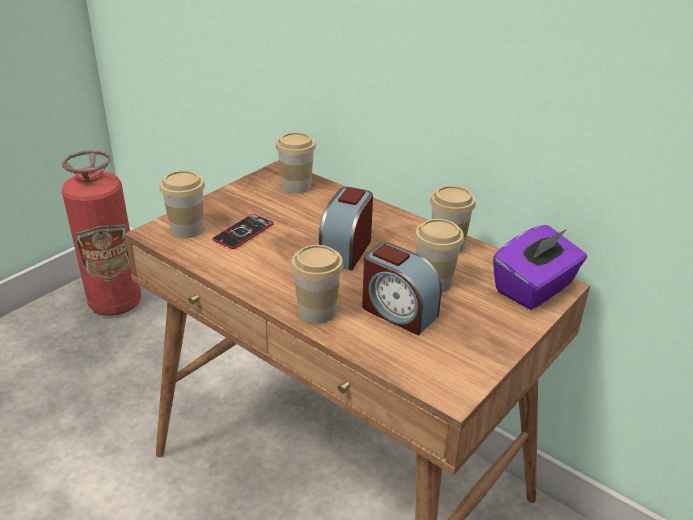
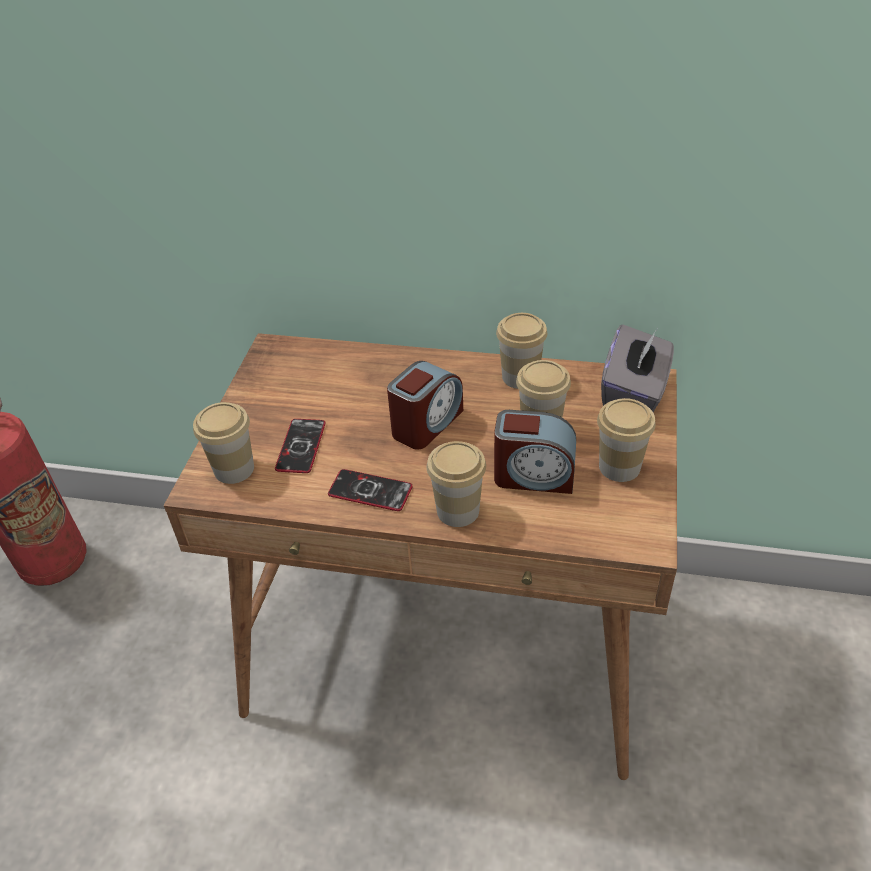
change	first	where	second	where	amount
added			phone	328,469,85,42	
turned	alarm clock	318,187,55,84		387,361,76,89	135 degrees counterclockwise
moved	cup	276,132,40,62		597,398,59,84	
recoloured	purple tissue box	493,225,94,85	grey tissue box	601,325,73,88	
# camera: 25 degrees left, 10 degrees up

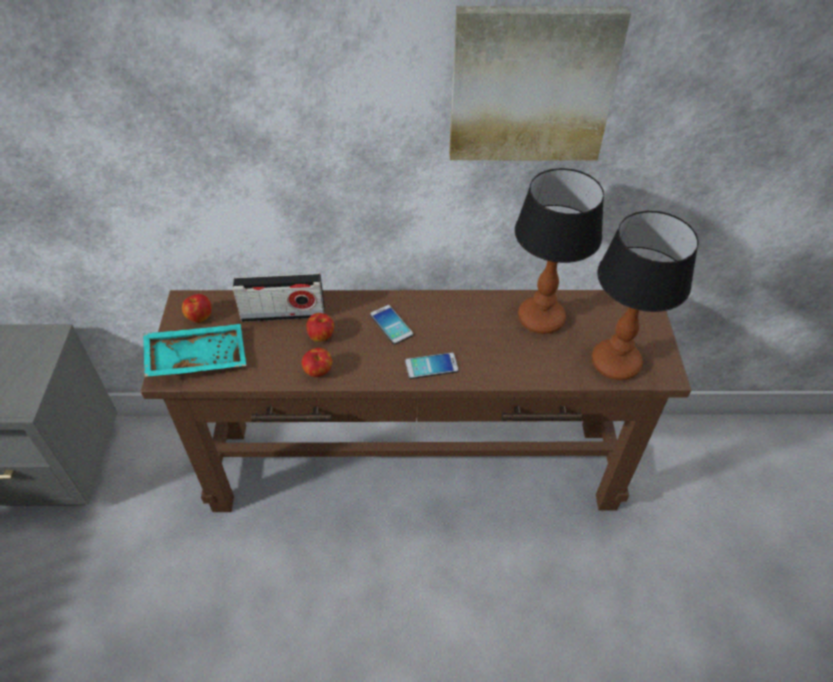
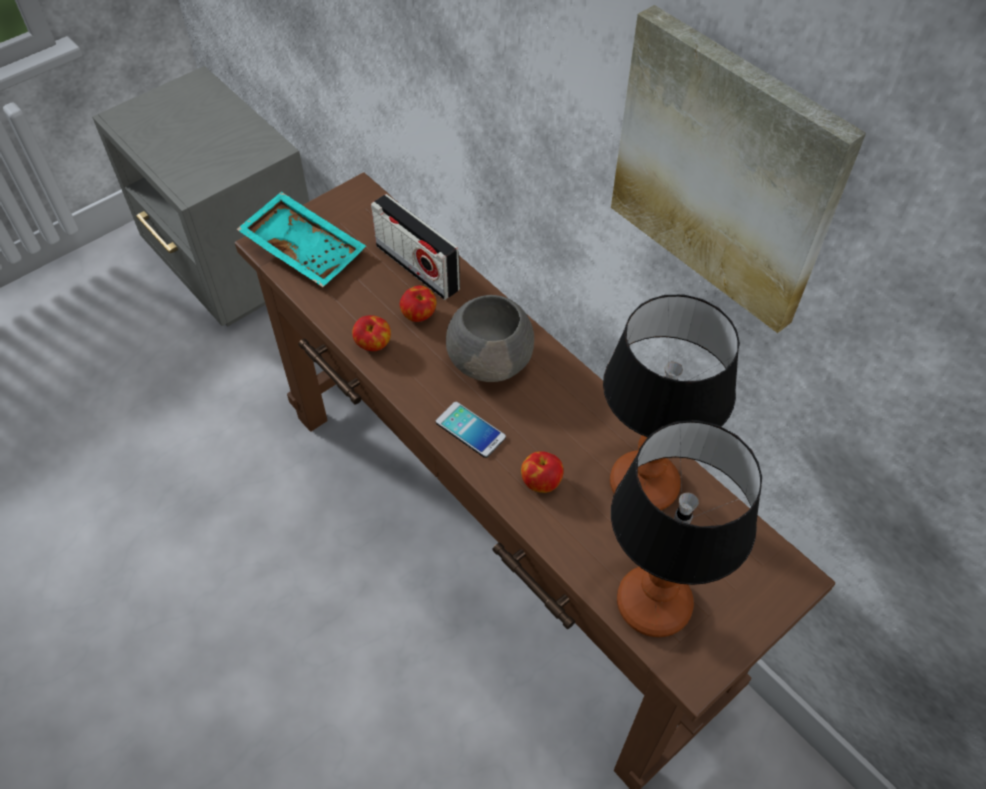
change	first	where	second	where	amount
replaced	phone	370,305,43,39	grey bowl	446,295,88,87	
moved	apple	182,294,30,29		521,451,43,42	
# camera: 50 degrees right, 5 degrees up

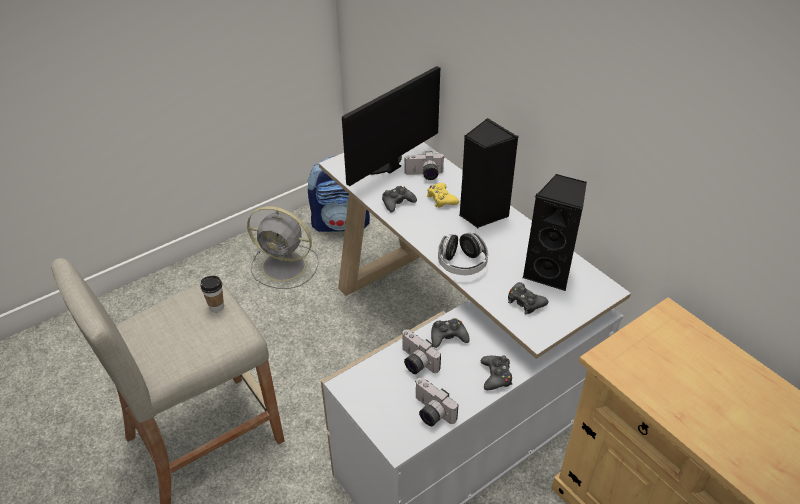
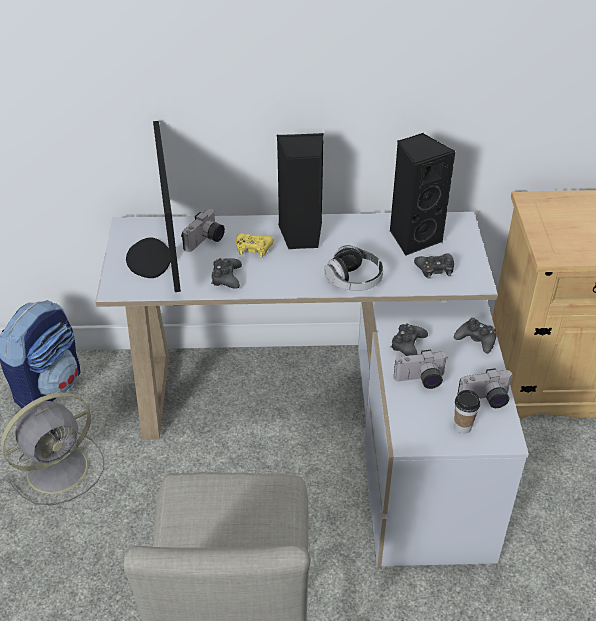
change	first	where	second	where	amount
moved	cup	200,275,24,38		454,390,26,44	
# camera: 55 degrees left, 0 degrees up

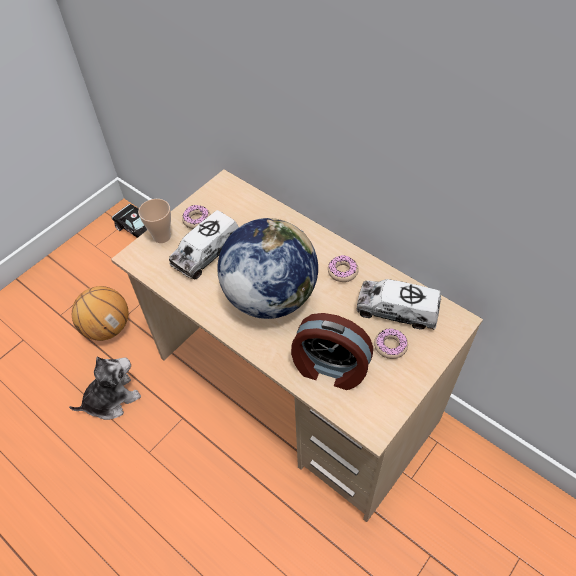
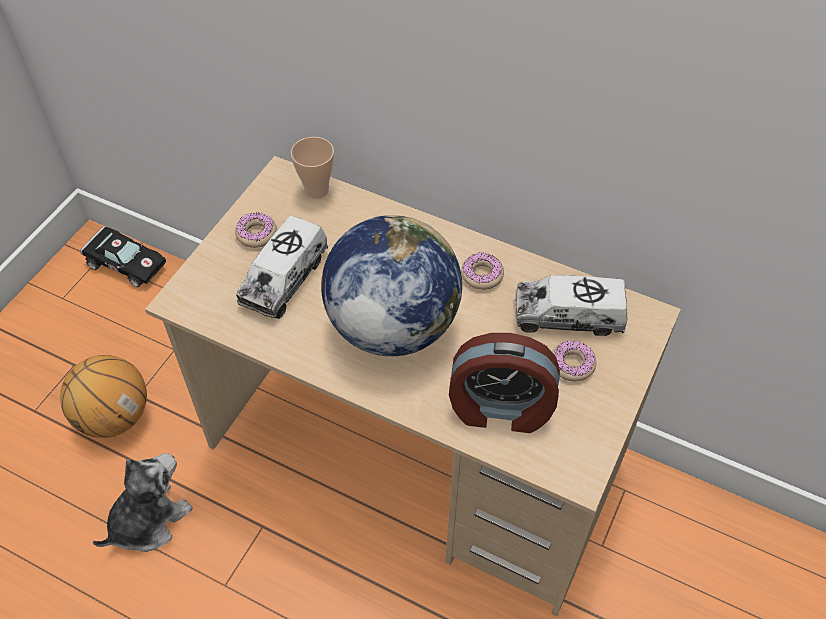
change	first	where	second	where	amount
moved	cup	138,199,33,44		291,137,43,62	
# camera: 15 degrees left, 0 degrees up

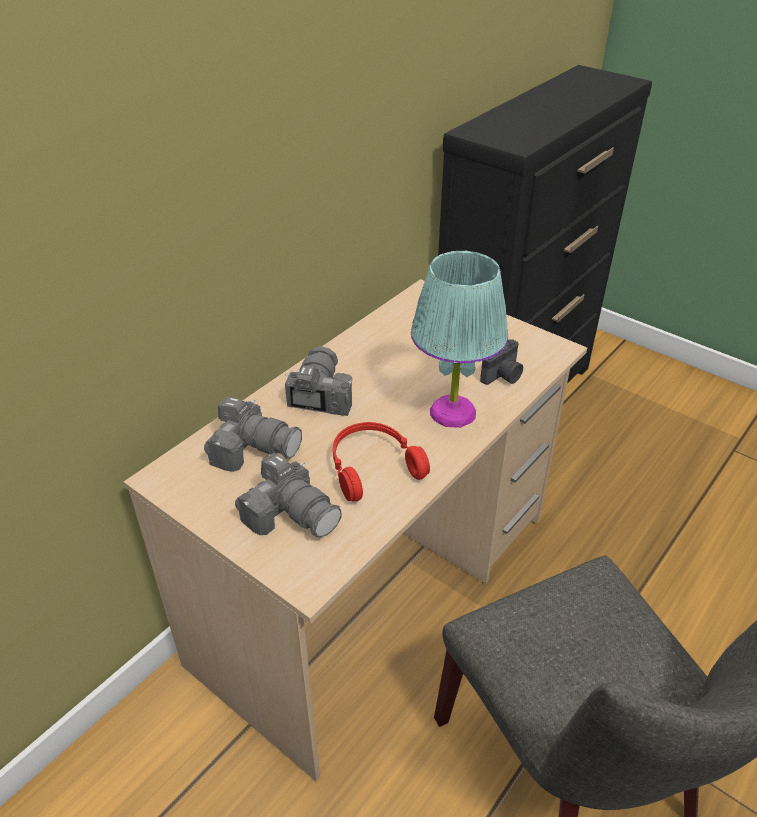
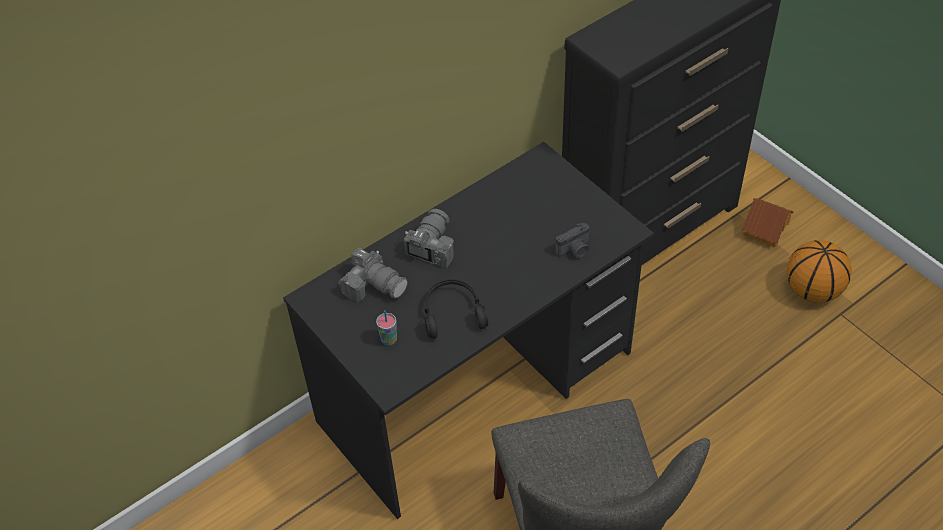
change	first	where	second	where	amount
recoloured	beige desk	123,279,464,502	black desk	283,142,371,377	
replaced	photo camera	235,453,107,85	cup	376,310,21,36	
recoloured	red headphones	333,422,97,79	black headphones	424,279,64,60	
added			toy house	742,198,52,49	
added			basketball	787,240,65,62	
removed	turquoise table lamp	411,251,97,177			
# camera: 15 degrees right, 10 degrees up

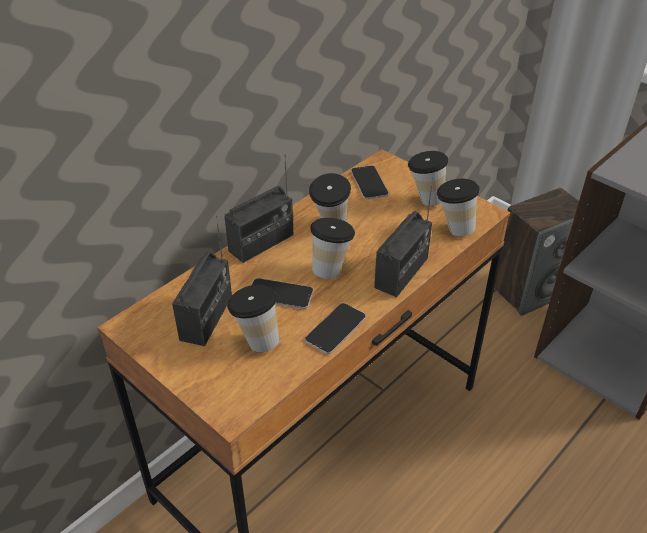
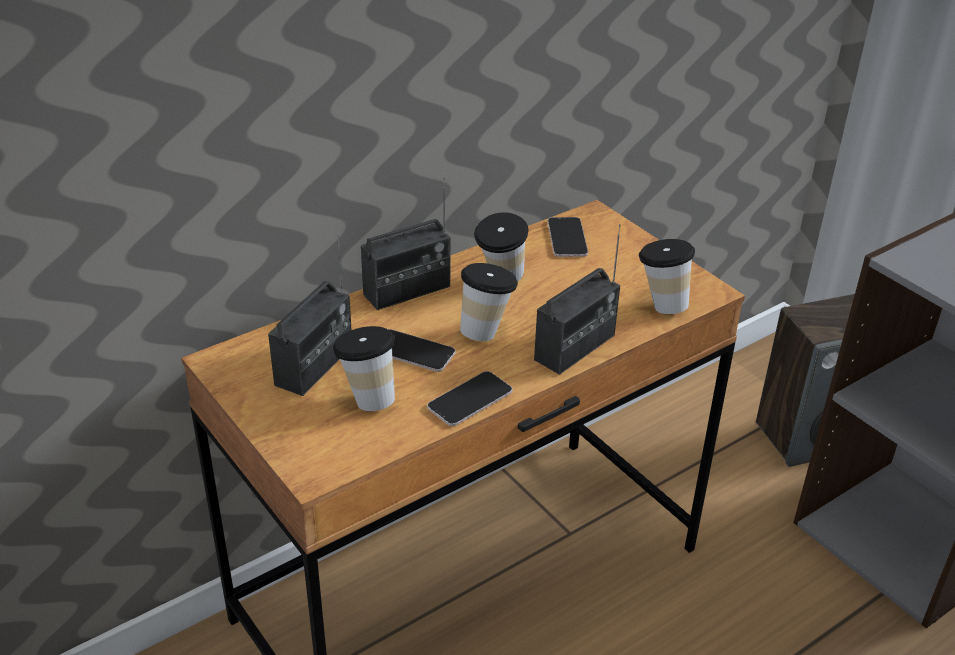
change	first	where	second	where	amount
removed	cup	408,151,40,55			
# camera: 10 degrees right, 5 degrees down

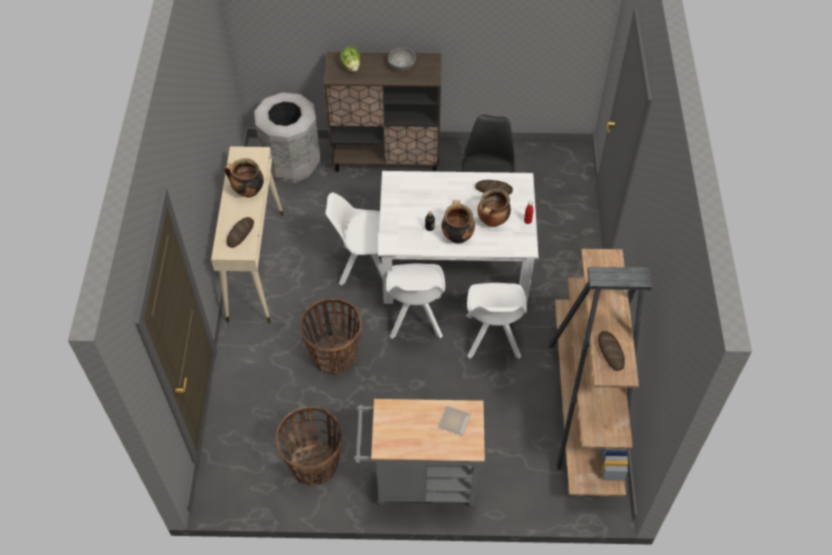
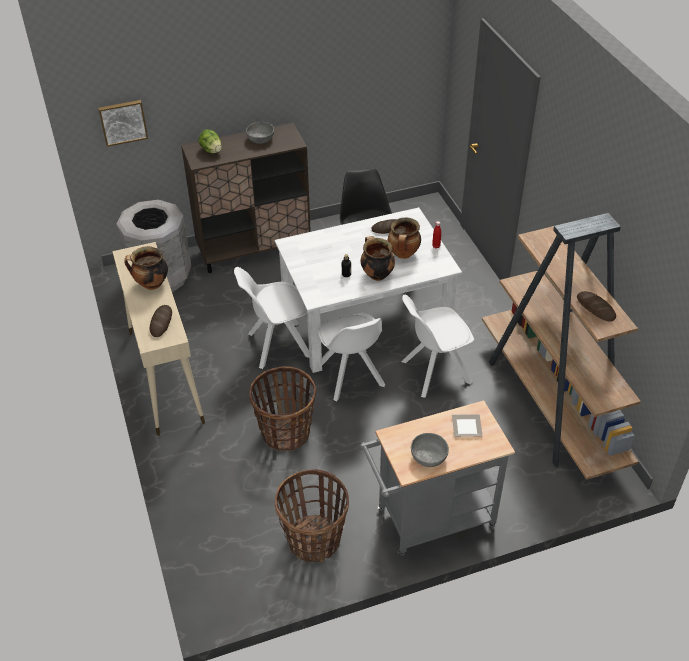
change	first	where	second	where	amount
added			picture	98,100,50,47	
turned	white chair	466,283,61,76		401,295,73,103	90 degrees clockwise
added			grey bowl	411,433,38,34	
# camera: 20 degrees left, 10 degrees down

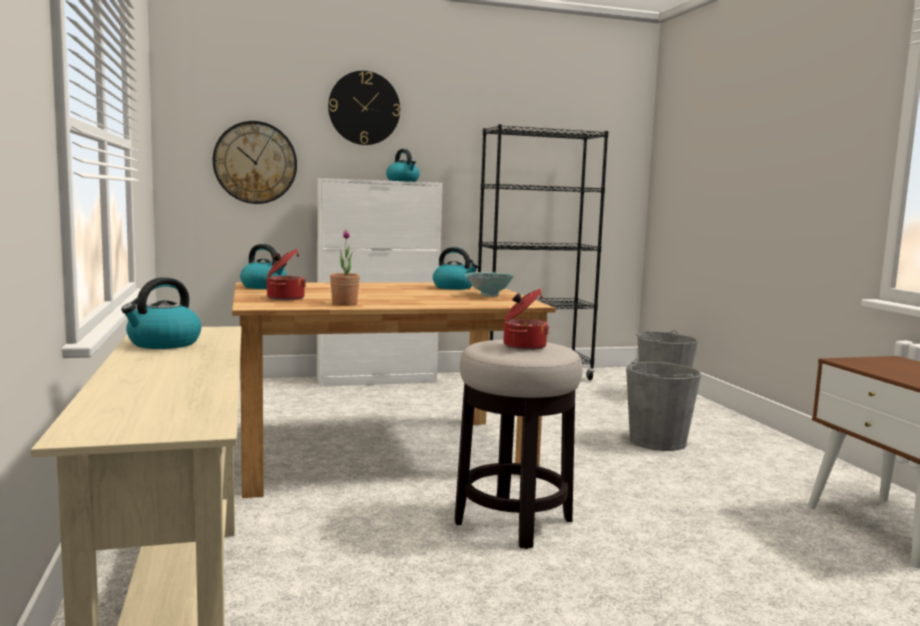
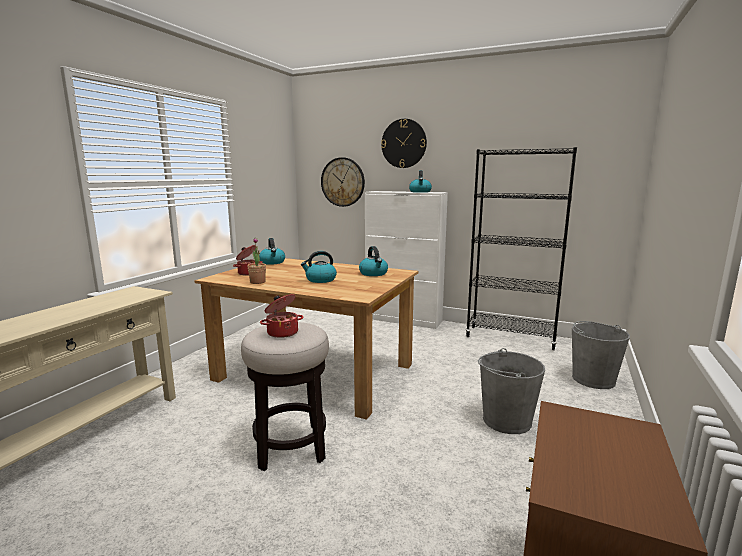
change	first	where	second	where	amount
moved	kettle	121,277,80,72		301,251,36,32	
removed	bowl	466,272,49,25			
# camera: 40 degrees right, 5 degrees up

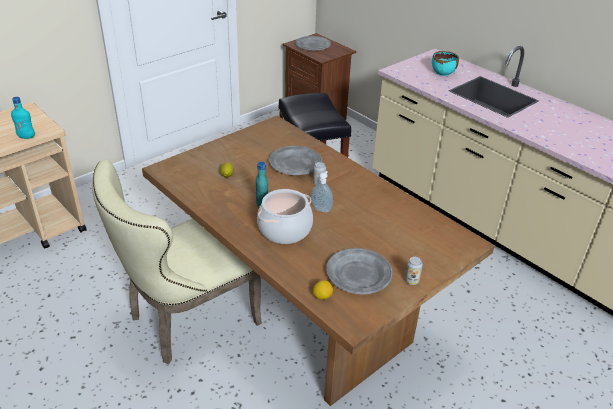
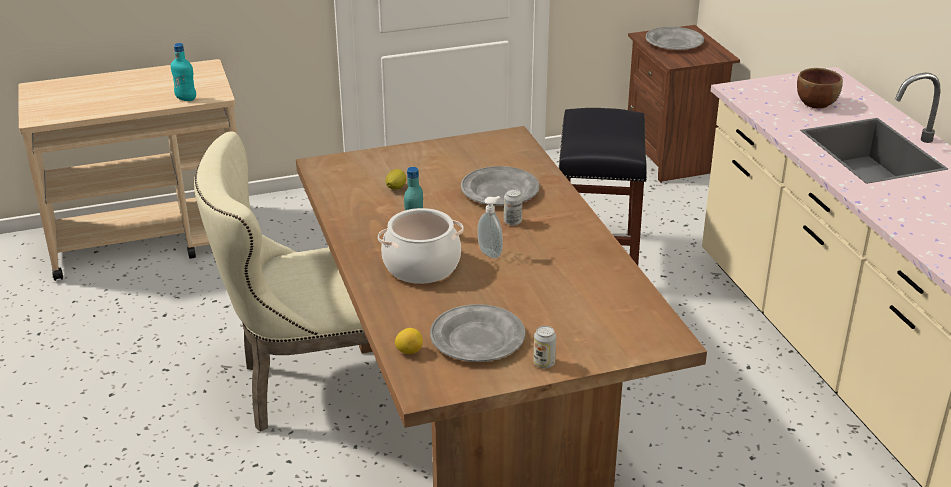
change	first	where	second	where	amount
recoloured	turquoise bowl	432,51,27,25	brown bowl	797,68,46,40	
# camera: 25 degrees right, 5 degrees down

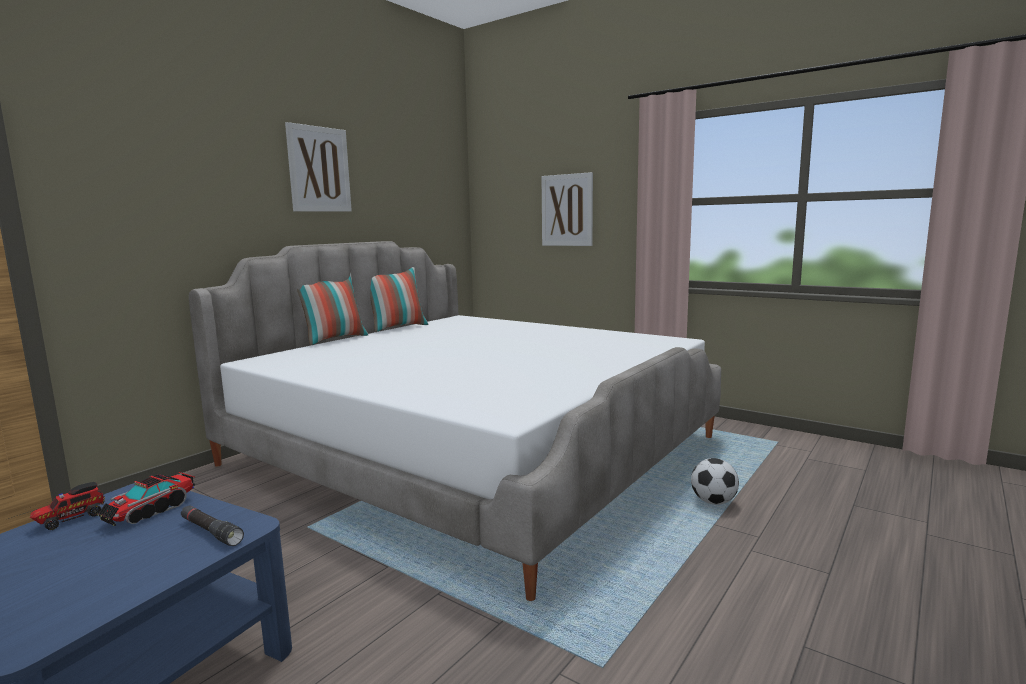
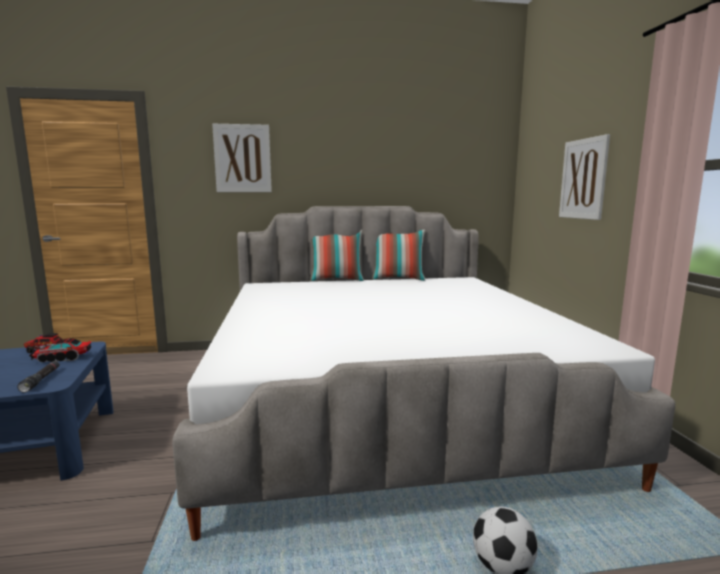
change	first	where	second	where	amount
moved	picture	285,122,67,90		212,123,60,69	
# camera: 45 degrees right, 0 degrees up

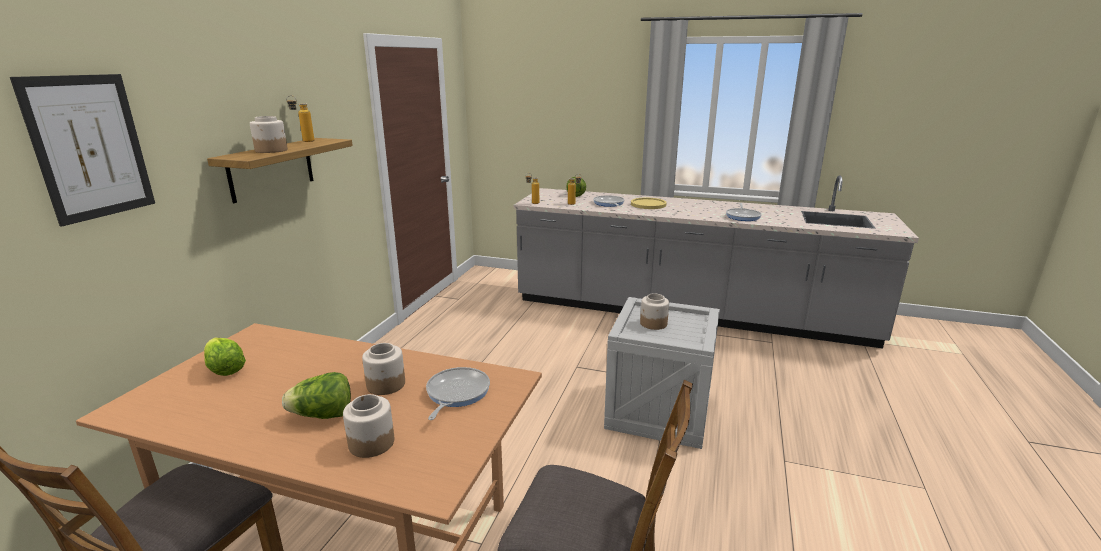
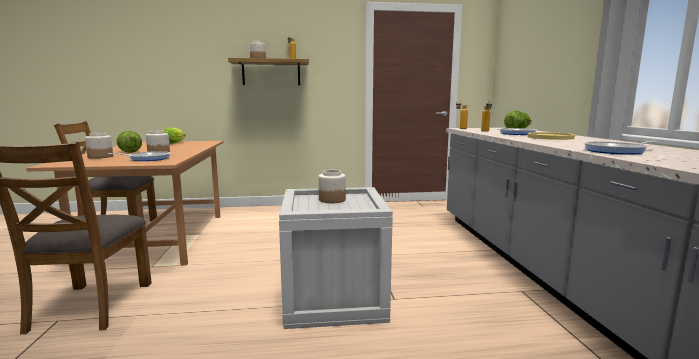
change	first	where	second	where	amount
removed	picture	10,74,145,153			
# camera: 65 degrees right, 10 degrees down

